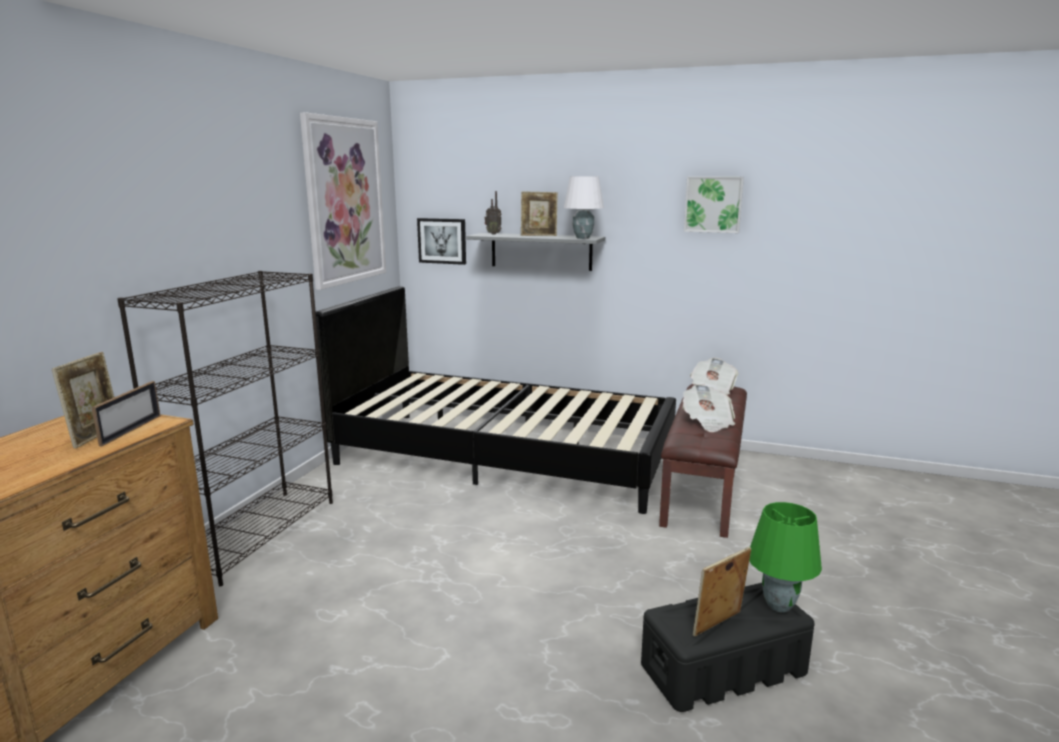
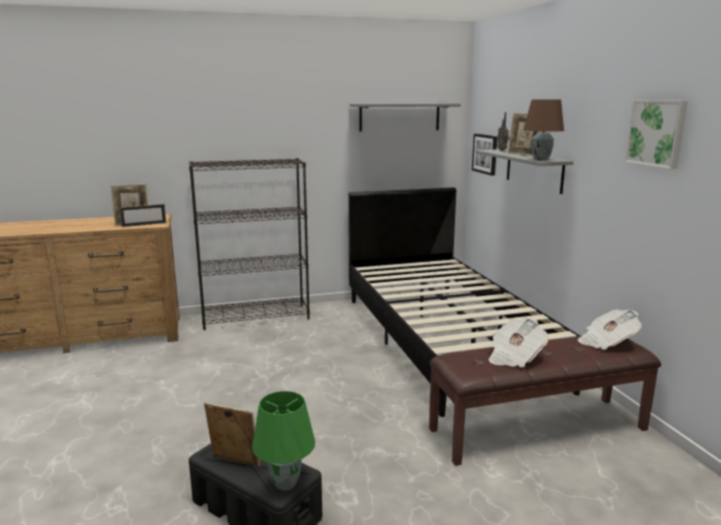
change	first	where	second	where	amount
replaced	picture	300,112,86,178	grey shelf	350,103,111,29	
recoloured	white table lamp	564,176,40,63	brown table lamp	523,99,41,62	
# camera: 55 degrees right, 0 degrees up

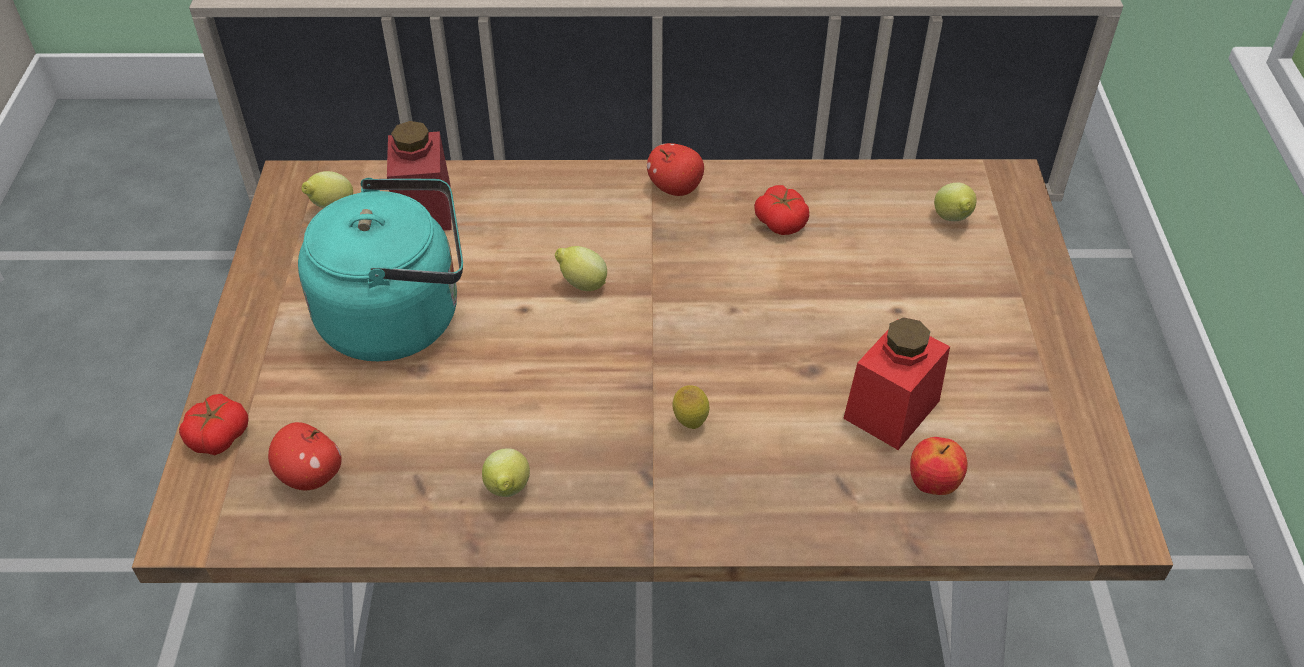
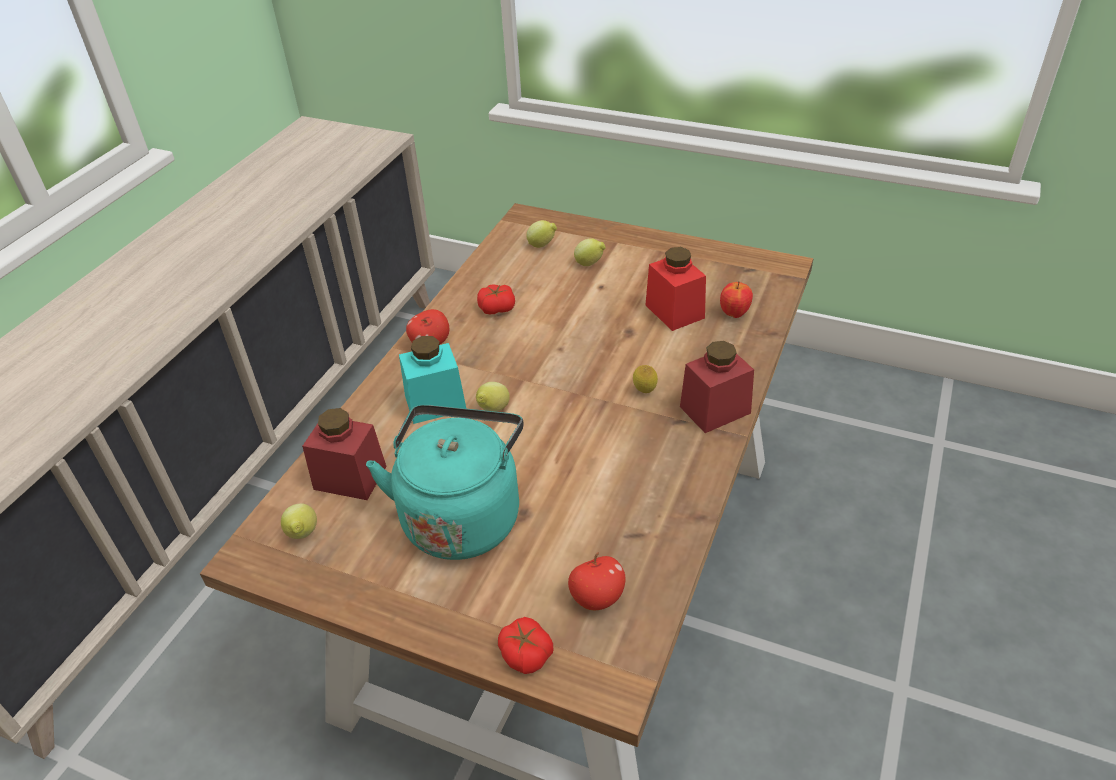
change	first	where	second	where	amount
added			turquoise jar	399,336,68,88	
moved	lemon	482,448,48,49		574,238,32,28	
added			red jar	680,341,74,92	
# camera: 65 degrees left, 5 degrees down

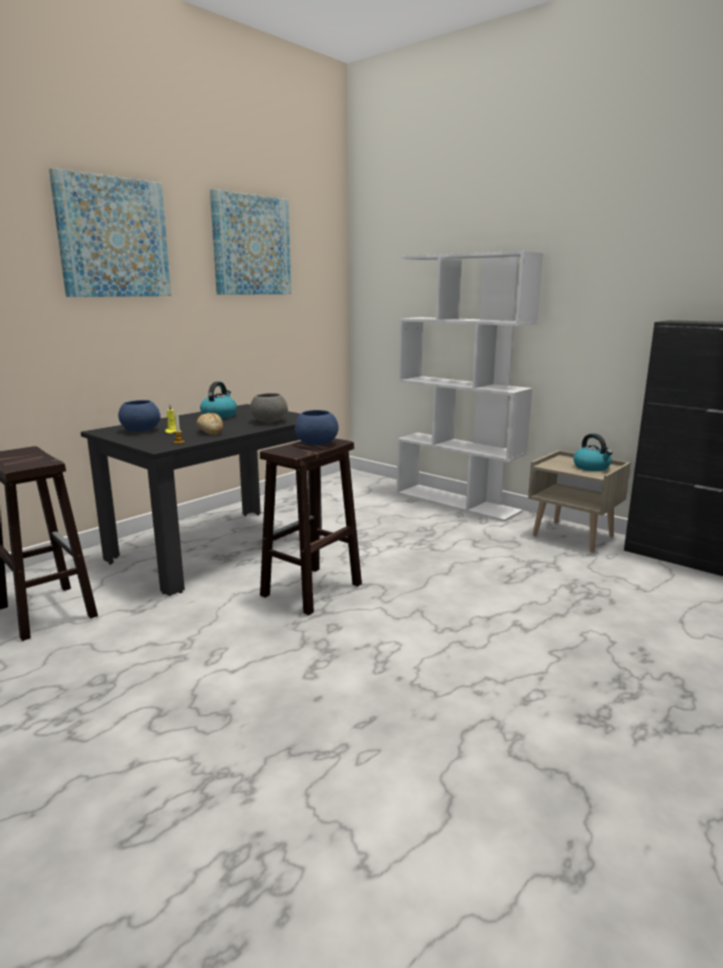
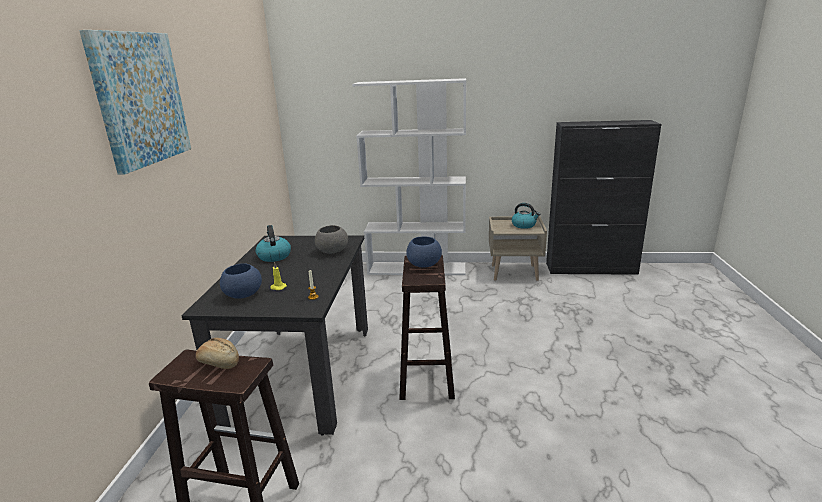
change	first	where	second	where	amount
moved	bread	197,413,26,22		196,338,43,31	
removed	picture	210,189,81,106			
# camera: 35 degrees left, 5 degrees up

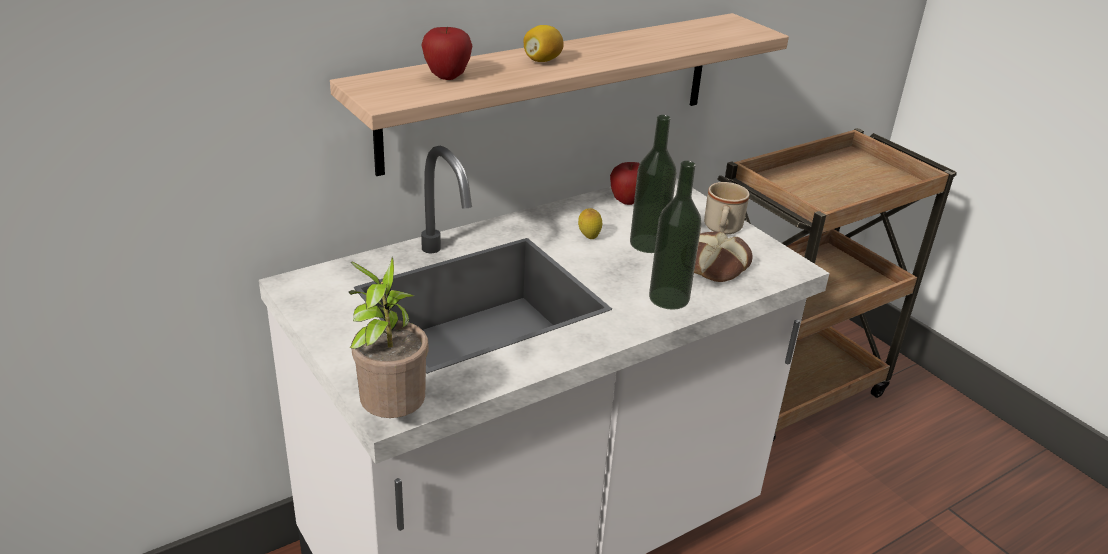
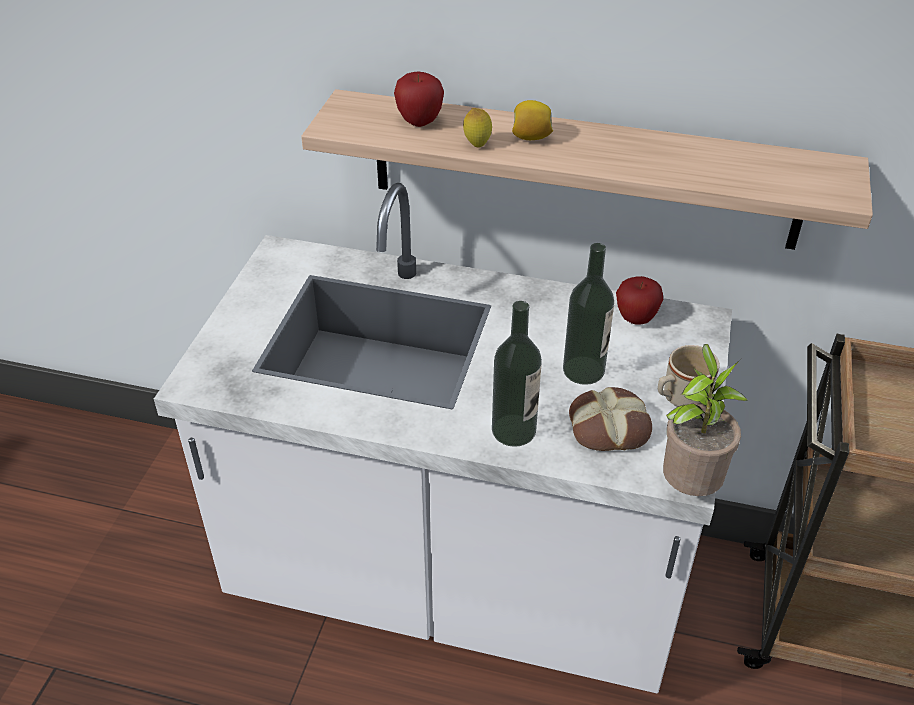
change	first	where	second	where	amount
moved	lemon	578,208,24,31		463,108,29,40	
moved	potted plant	349,258,79,160		663,344,85,152	
# camera: 50 degrees right, 10 degrees up

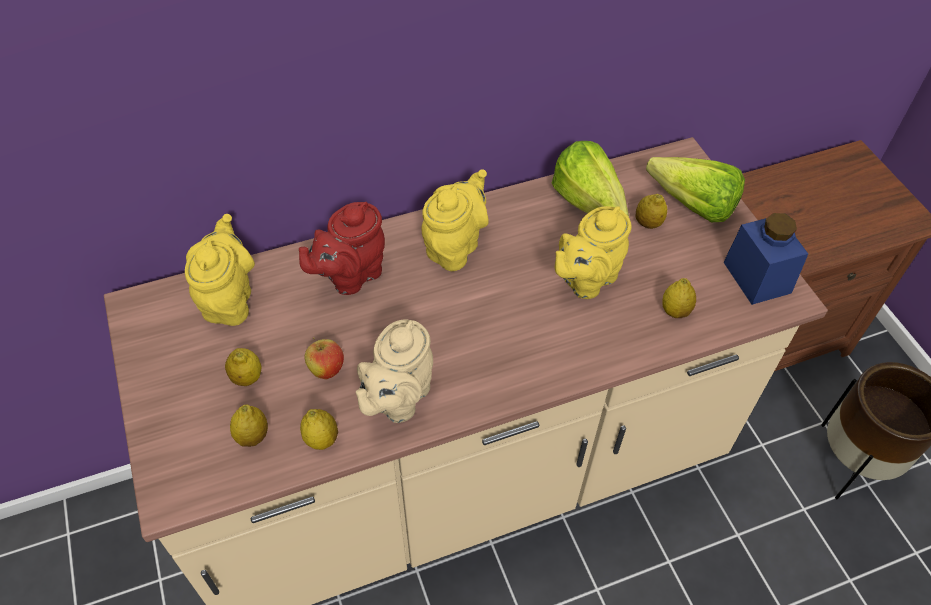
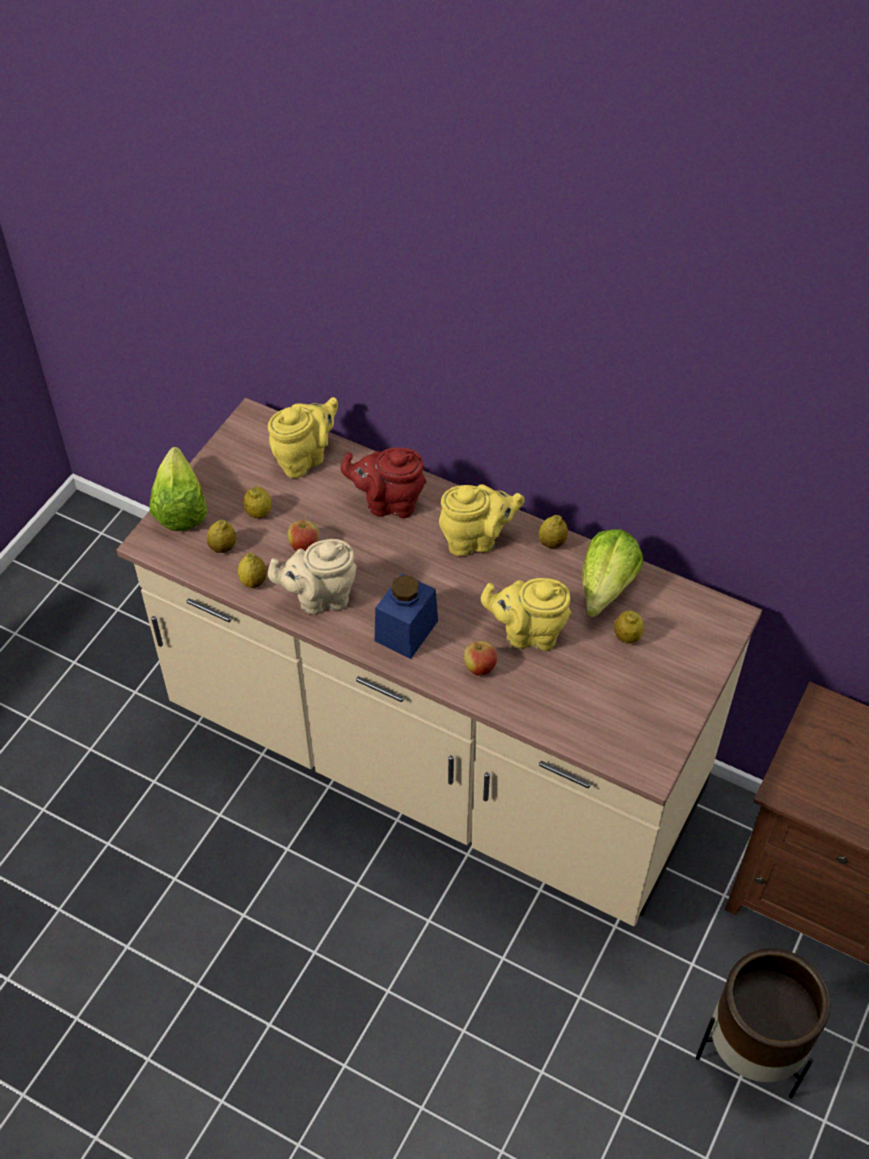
change	first	where	second	where	amount
moved	lettuce	646,157,99,65		150,447,57,84	
moved	blue jar	723,213,85,92		375,573,63,86	
added			apple	464,637,33,39	
moved	lemon	663,278,33,40		539,515,29,33	
# camera: 50 degrees right, 0 degrees up

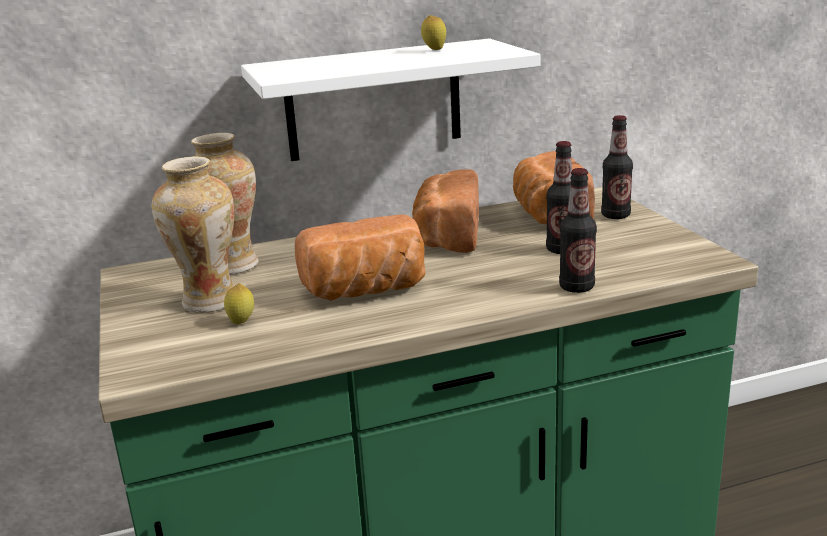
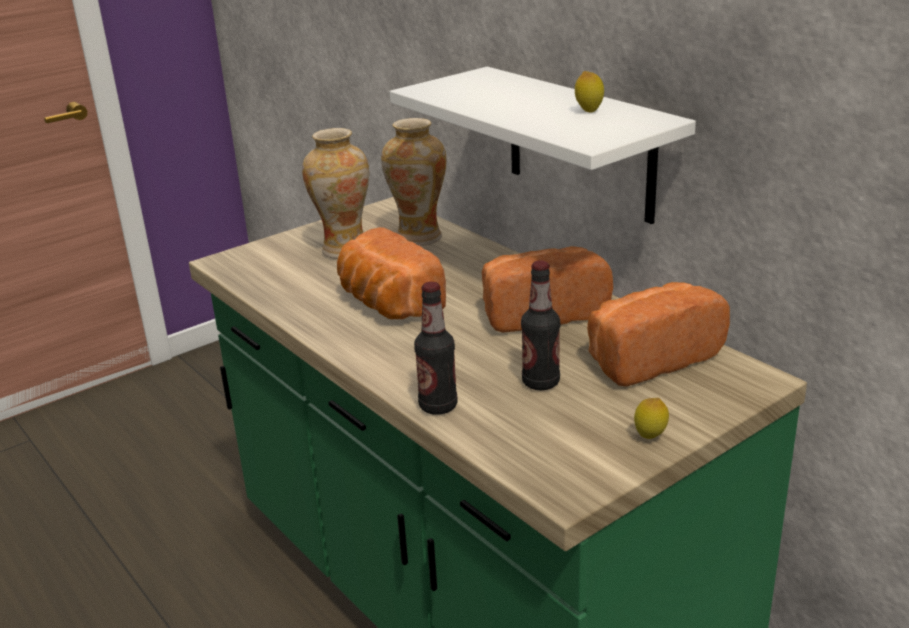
change	first	where	second	where	amount
moved	lemon	224,283,30,41		634,398,35,41	
removed	bottle	601,115,32,104			
# camera: 70 degrees right, 5 degrees up

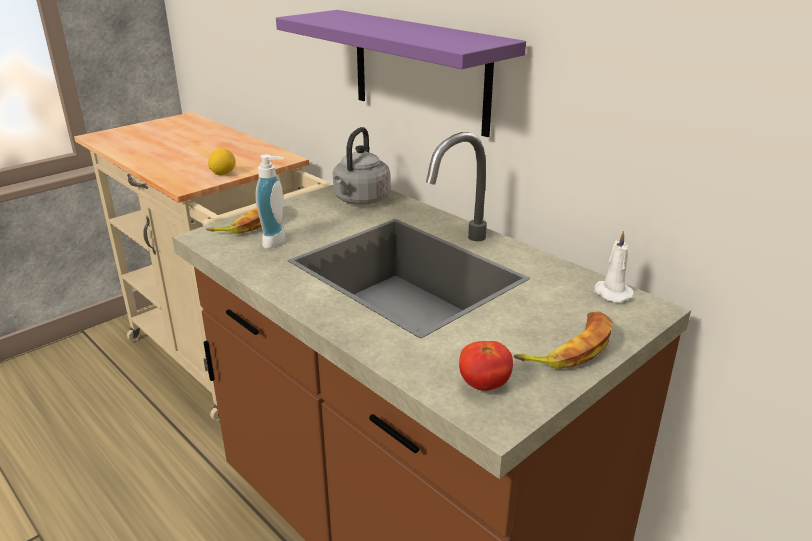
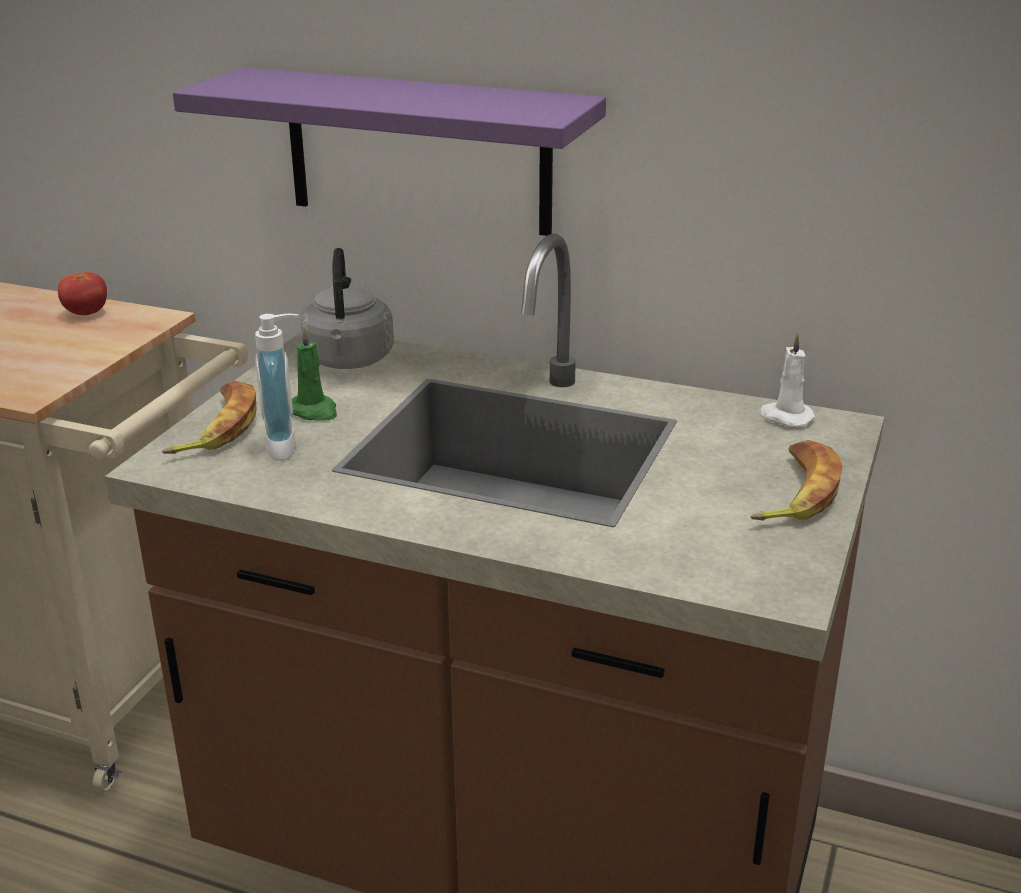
change	first	where	second	where	amount
moved	tomato	459,341,54,50		58,272,49,43	
added			green candle	292,327,45,94	
removed	lemon	208,148,28,27			
# camera: 25 degrees left, 0 degrees up

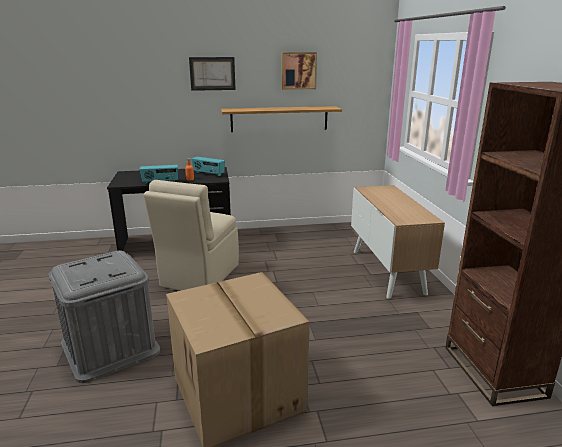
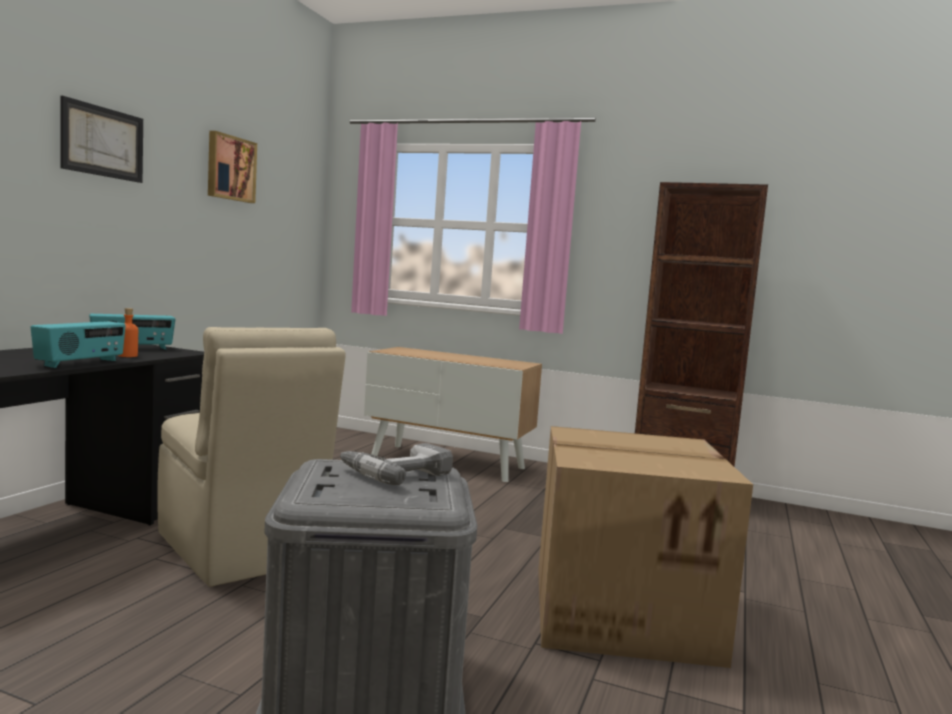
change	first	where	second	where	amount
added			power drill	340,443,113,42	
removed	shelf	221,106,121,26			
# camera: 60 degrees left, 15 degrees down

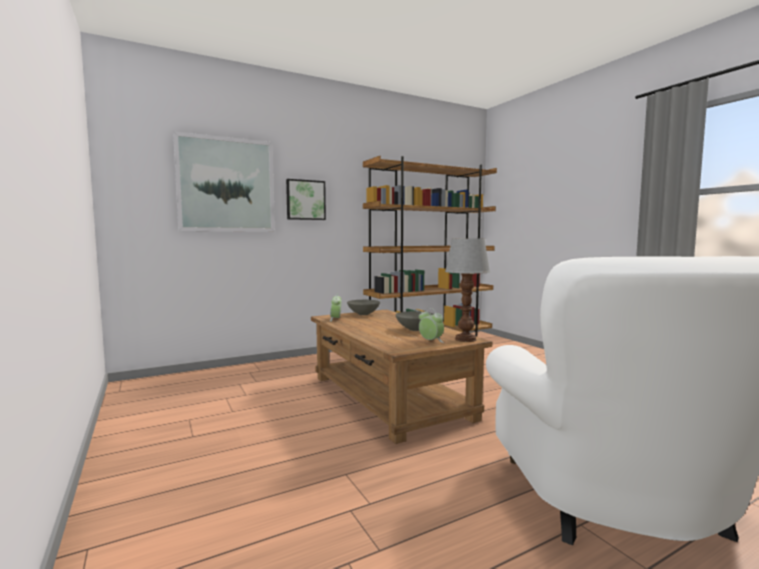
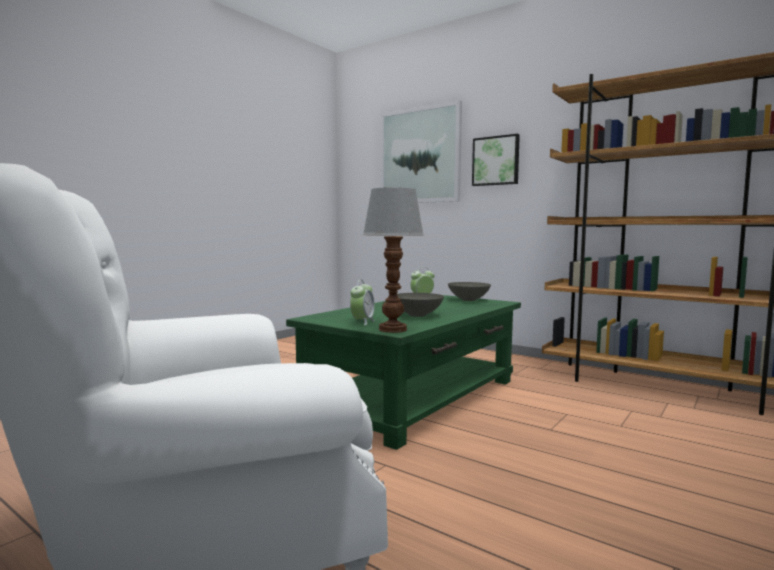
change	first	where	second	where	amount
recoloured	brown coffee table	311,309,181,135	green coffee table	286,295,235,155	
# camera: 65 degrees right, 0 degrees up

